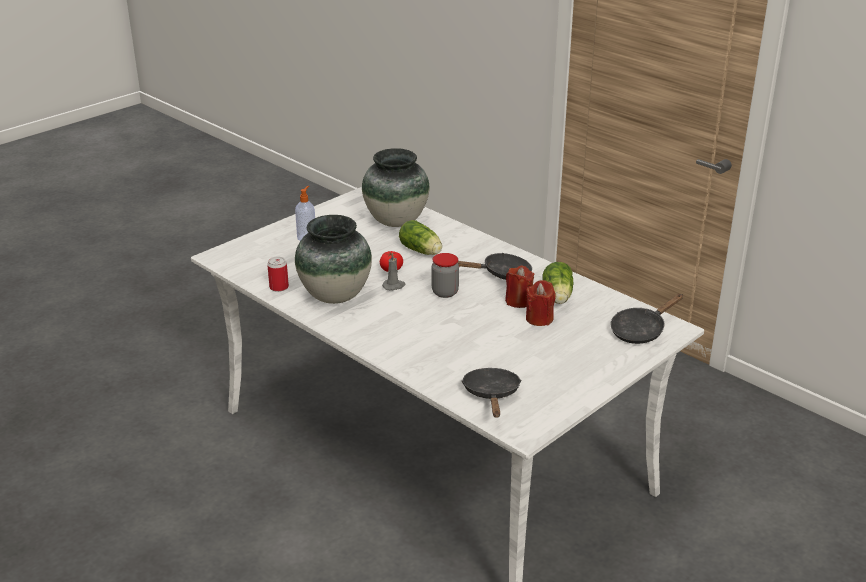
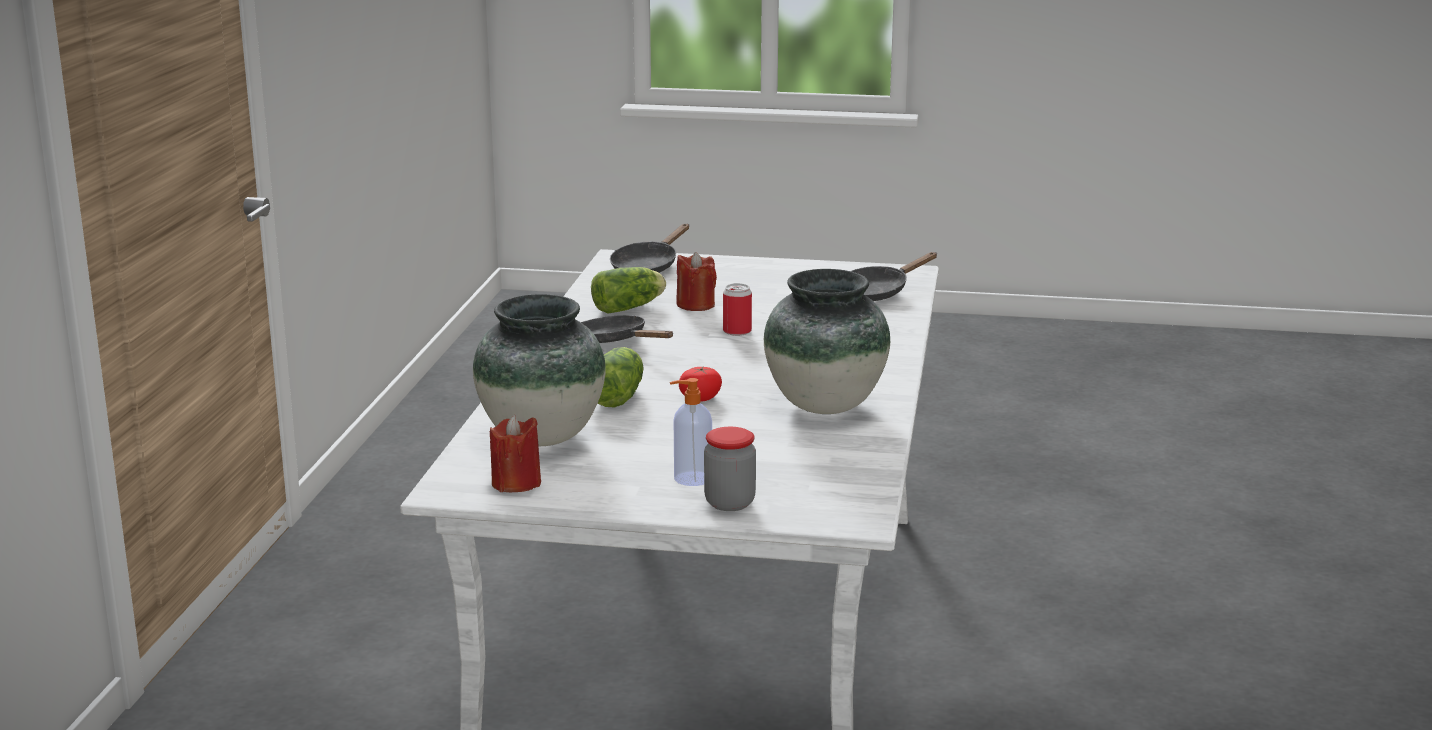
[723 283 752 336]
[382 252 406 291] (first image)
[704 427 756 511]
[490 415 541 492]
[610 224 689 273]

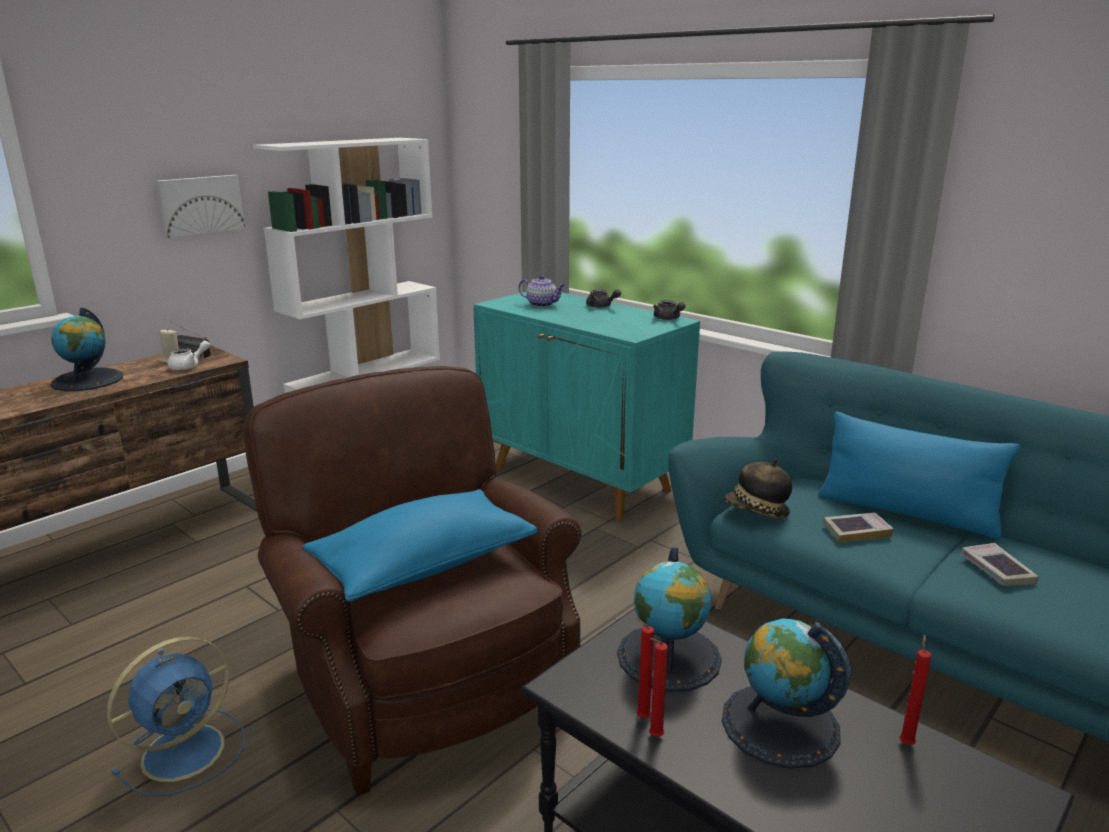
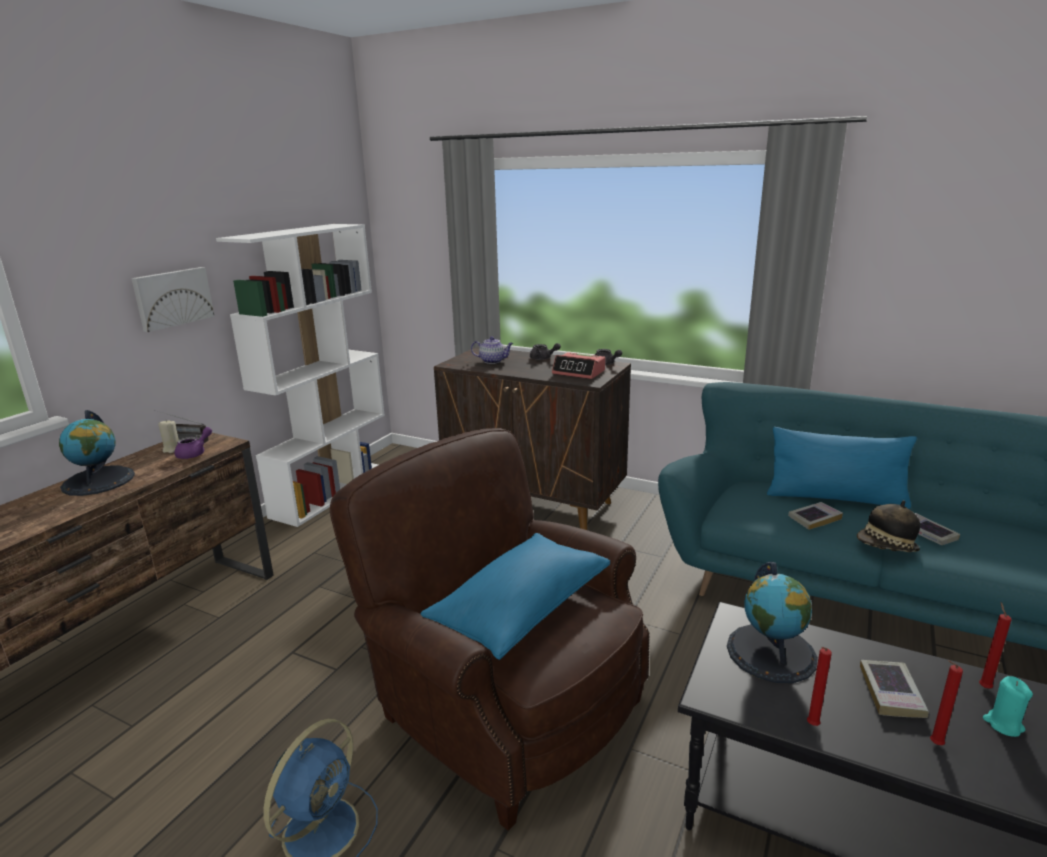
[175 427 212 459]
[434 346 631 530]
[930 660 963 745]
[860 660 929 718]
[857 500 920 552]
[552 352 606 379]
[983 676 1033 737]

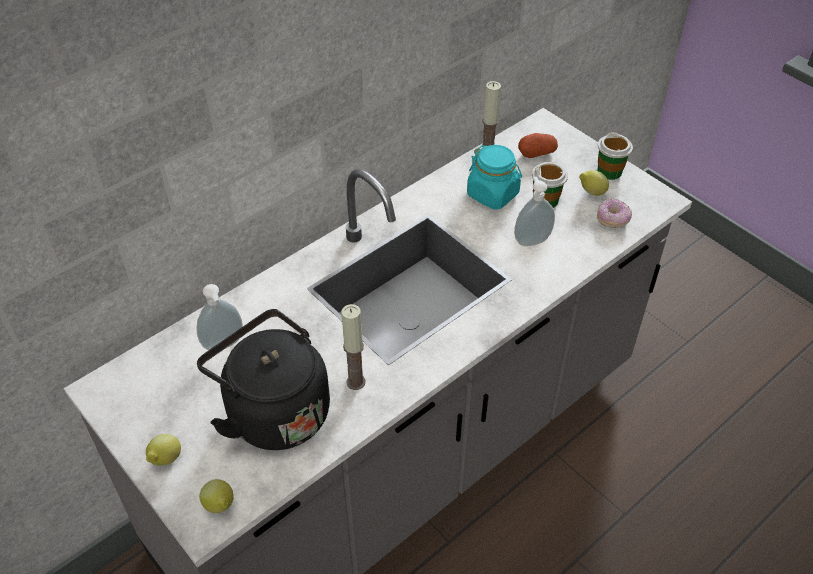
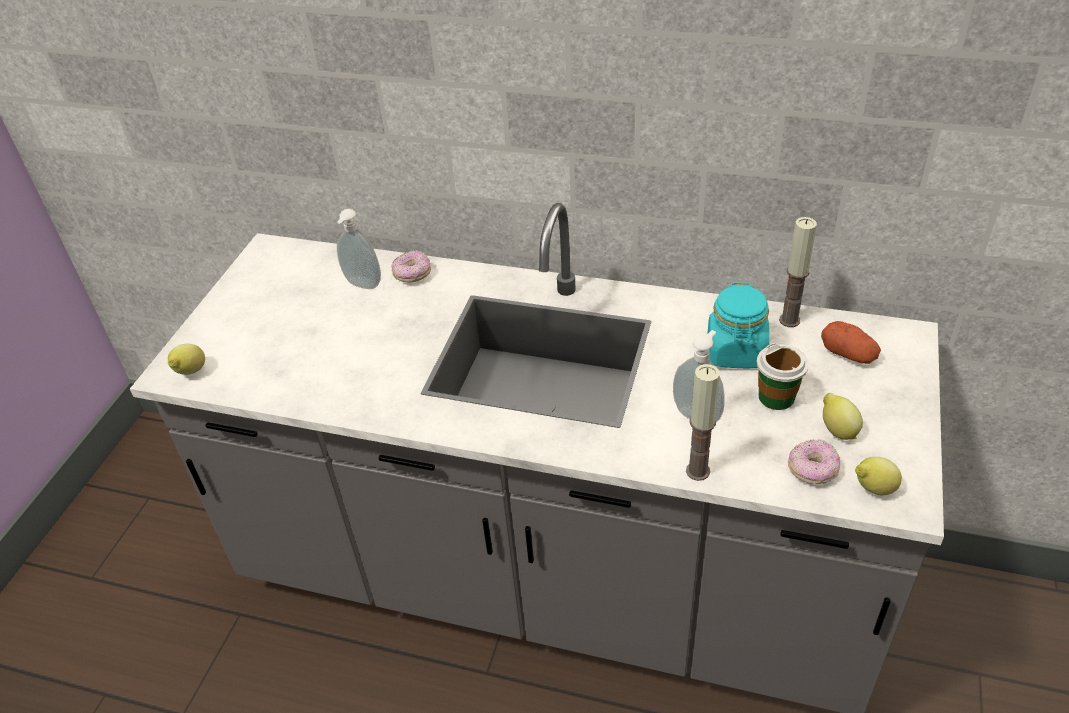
[855 457 902 496]
[197 309 330 450] (first image)
[686 364 720 481]
[598 132 633 180] (first image)
[391 250 431 283]

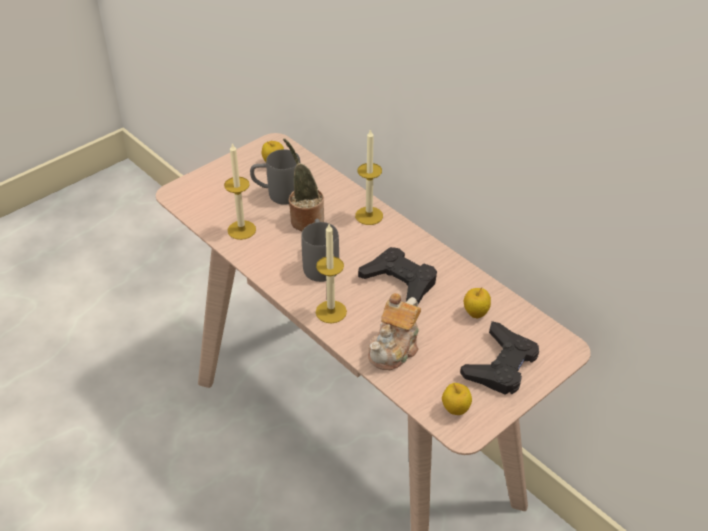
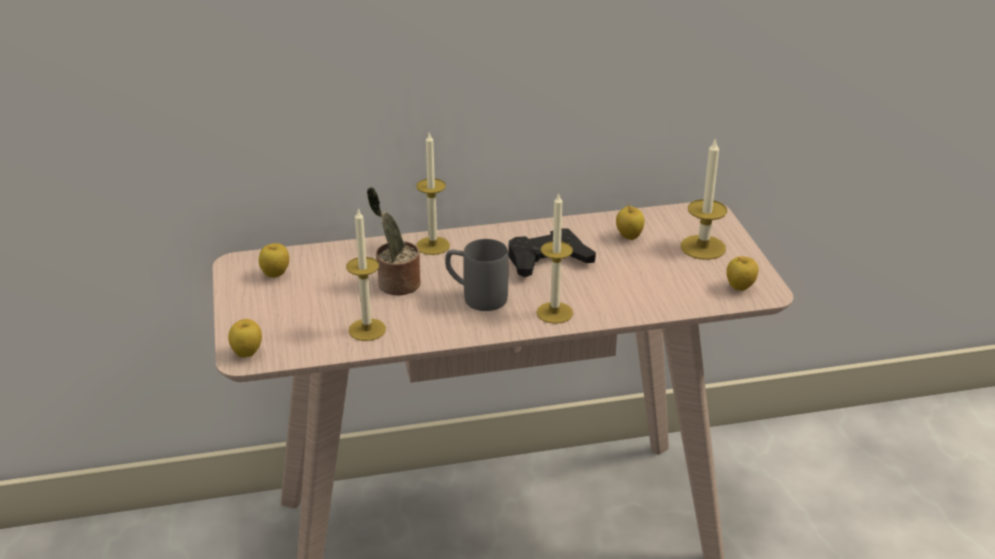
[250 149 300 205] (first image)
[368 293 421 370] (first image)
[681 138 727 260]
[228 319 262 357]

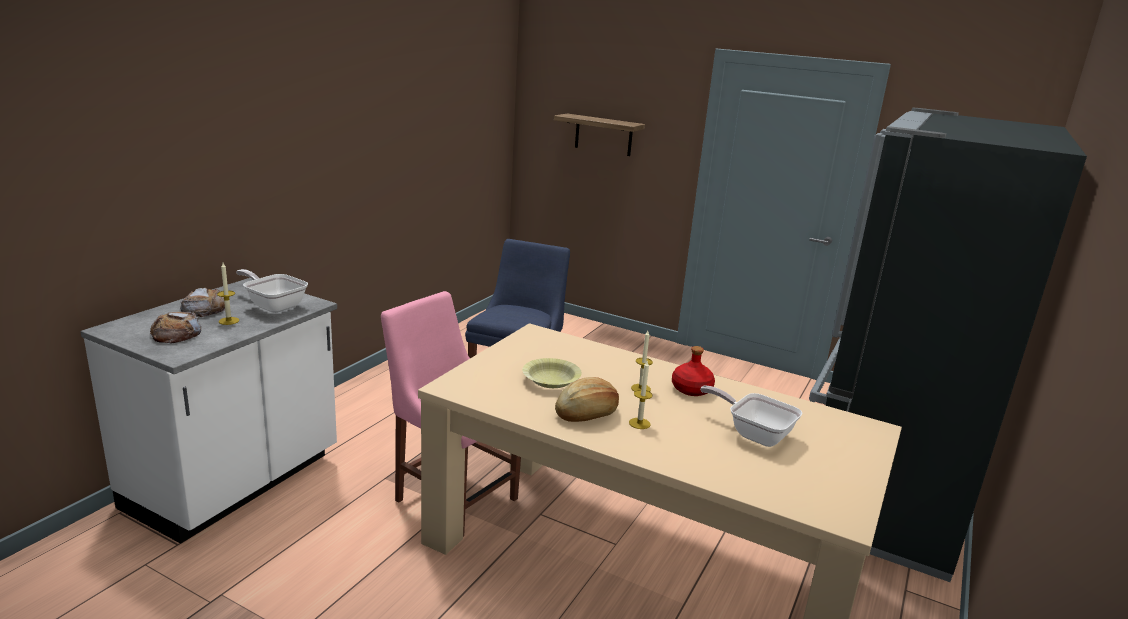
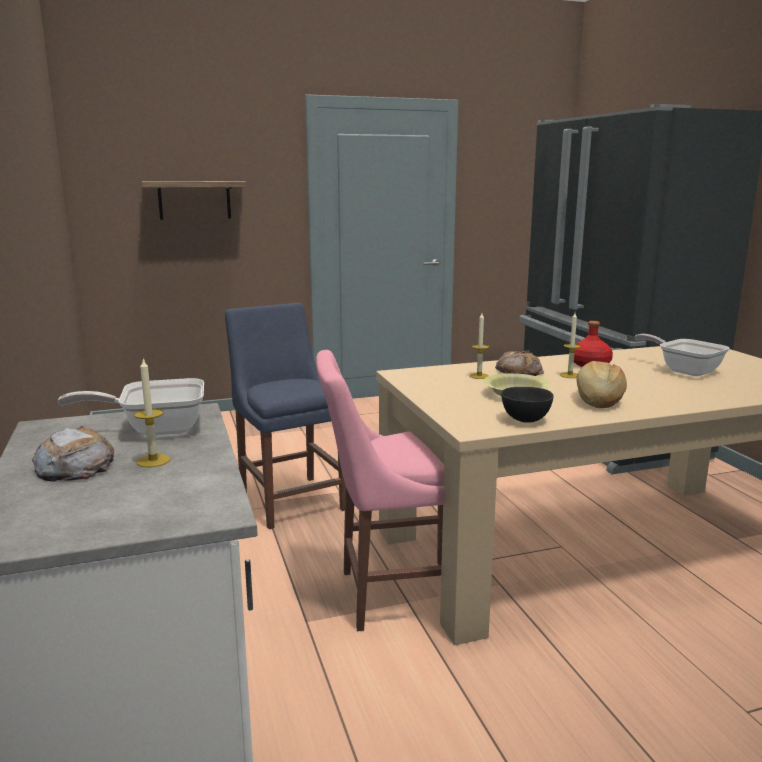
[495 351 544 376]
[469 313 489 379]
[635 334 730 376]
[501 387 554 423]

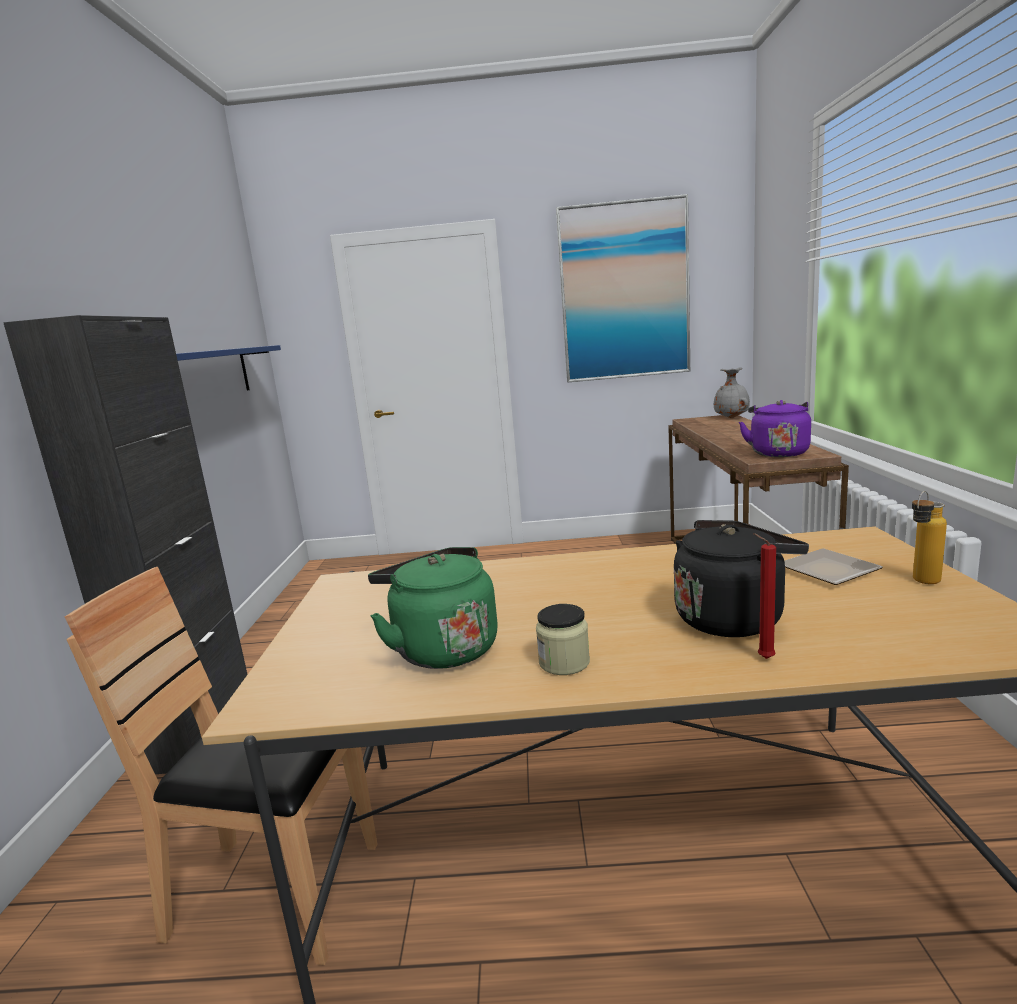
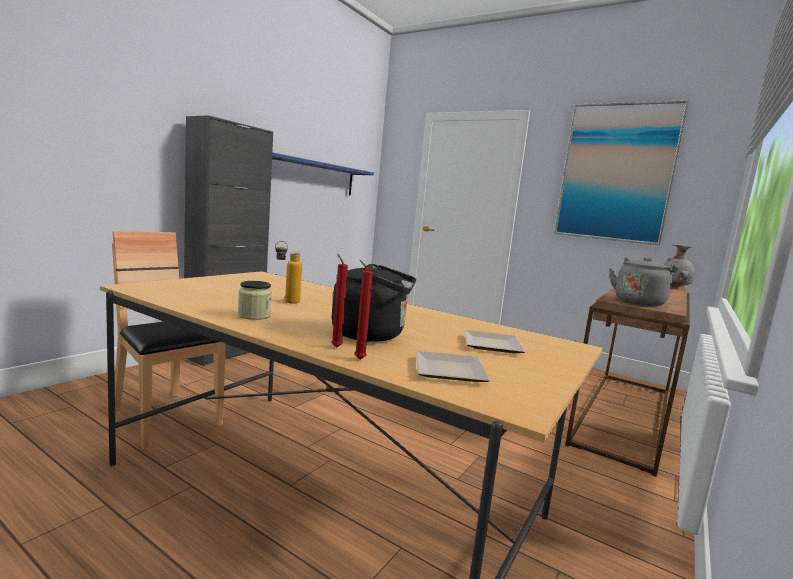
[368 547 498 669] (first image)
[609 257 678 306]
[275 241 302 304]
[354 260 373 359]
[416 351 490 382]

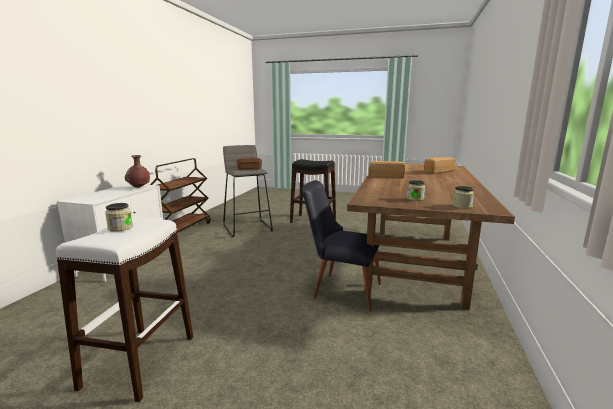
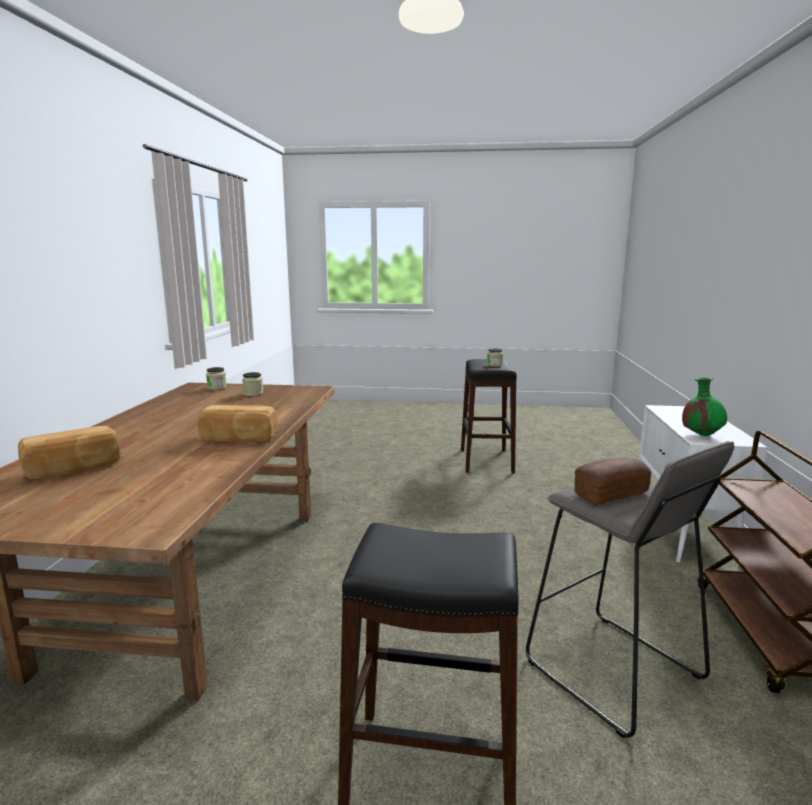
[461 359 517 473]
[682 377 727 436]
[302 180 381 311] (first image)

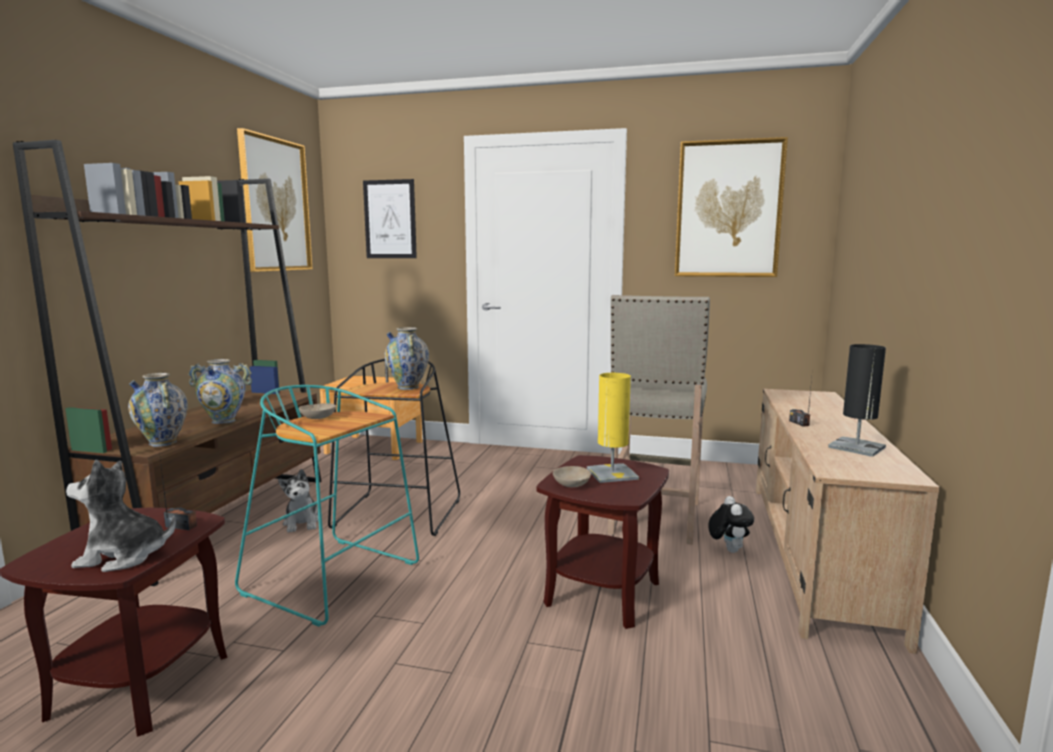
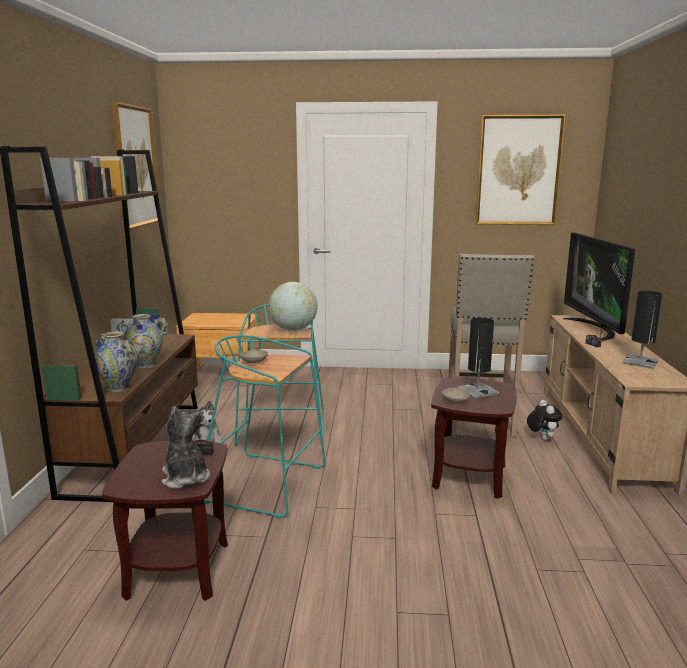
[162 406 210 489]
[235 304 324 446]
[363 179 417 258] (first image)
[269 282 318 331]
[457 318 499 399]
[563 232 635 341]

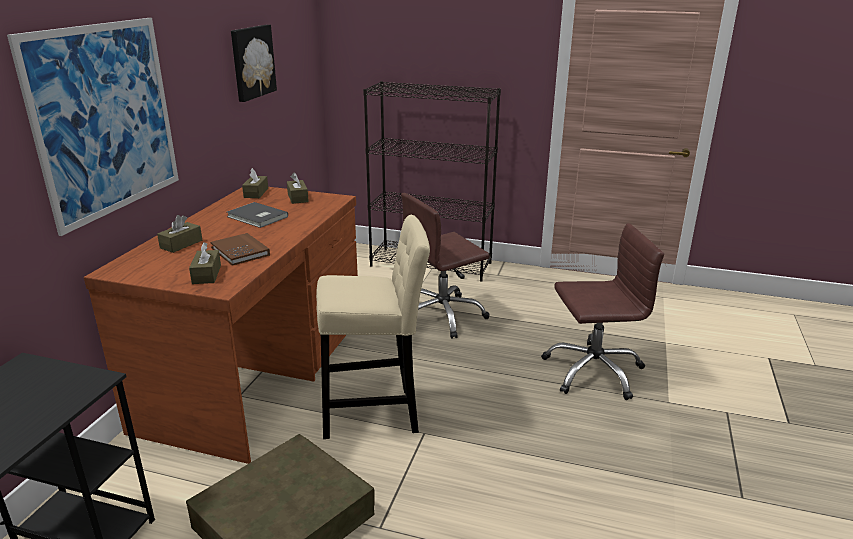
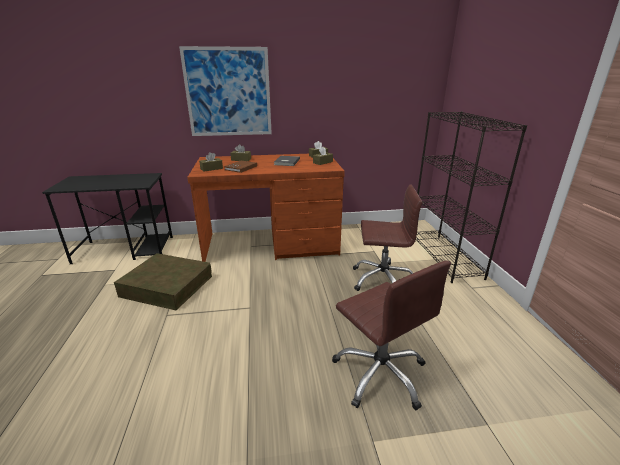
[231 25 277 102] (first image)
[316 215 430 439] (first image)
[353 184 422 291]

